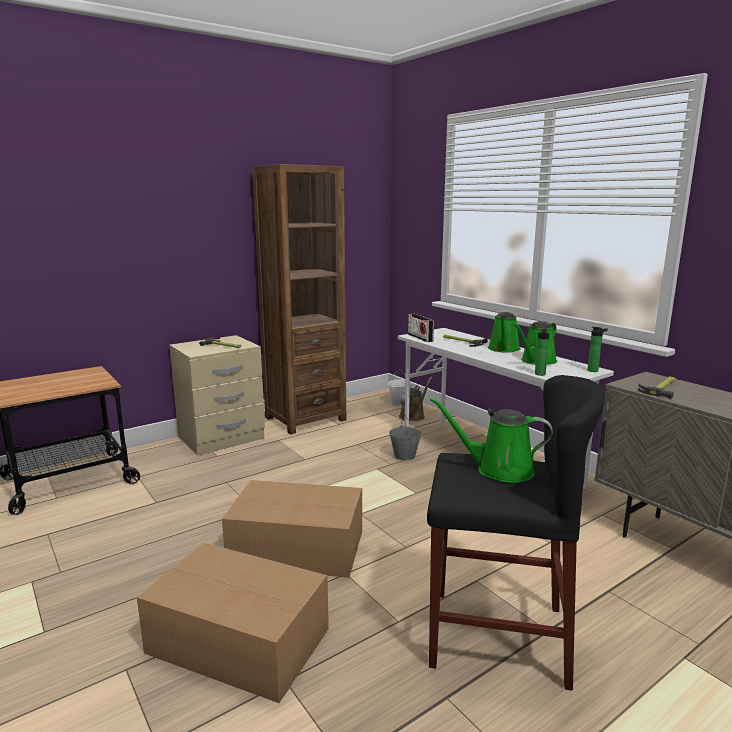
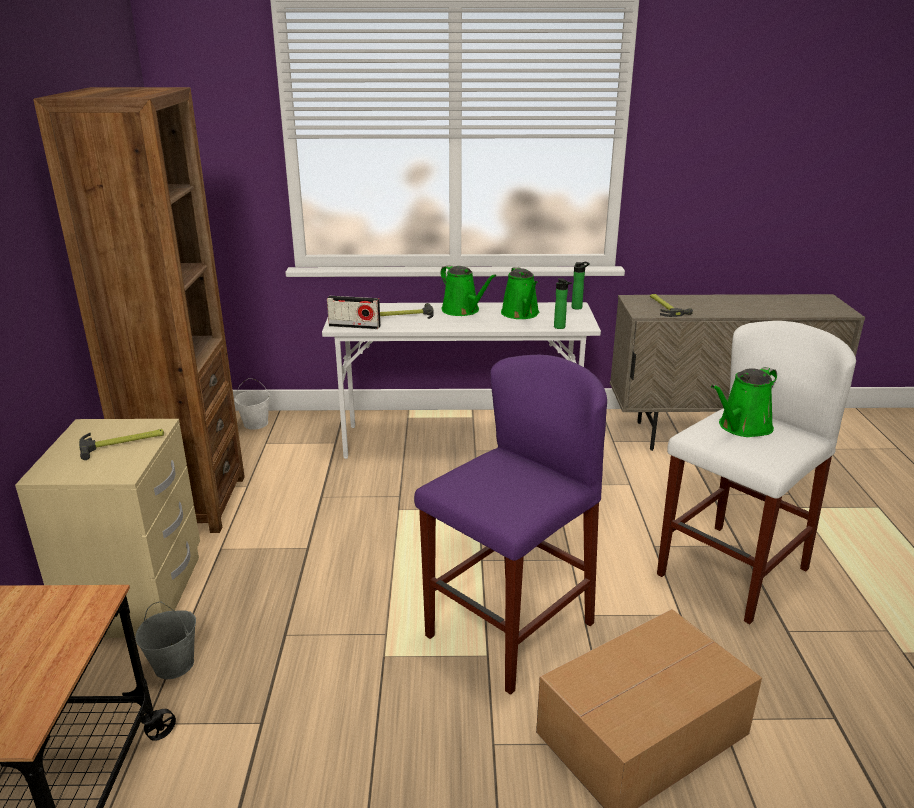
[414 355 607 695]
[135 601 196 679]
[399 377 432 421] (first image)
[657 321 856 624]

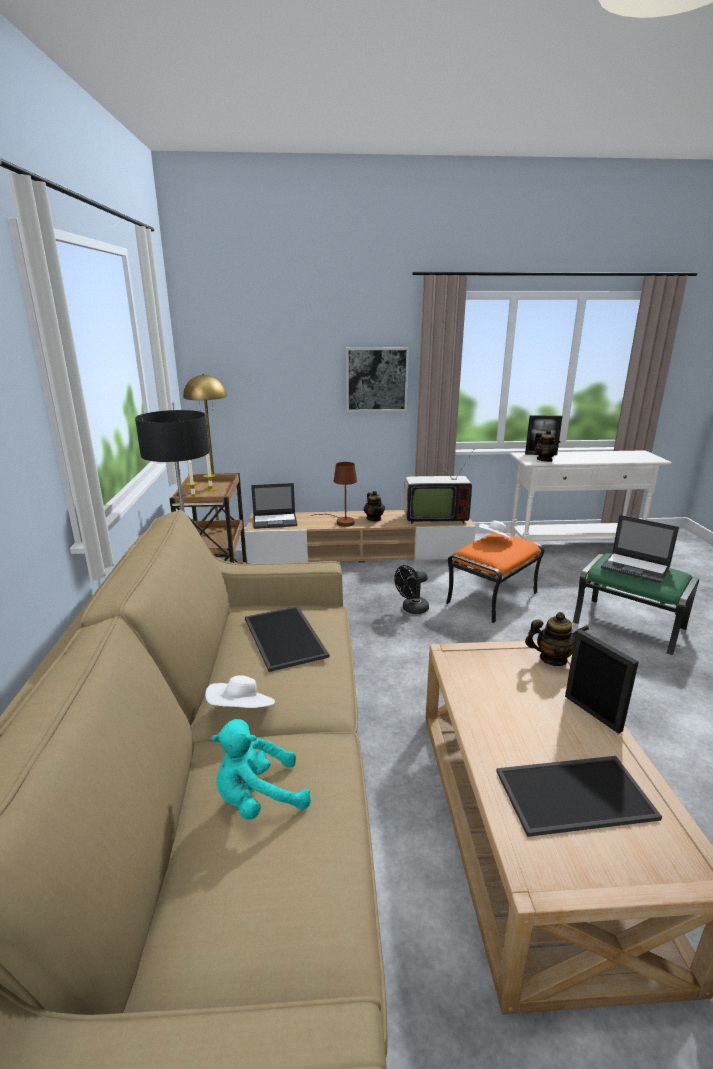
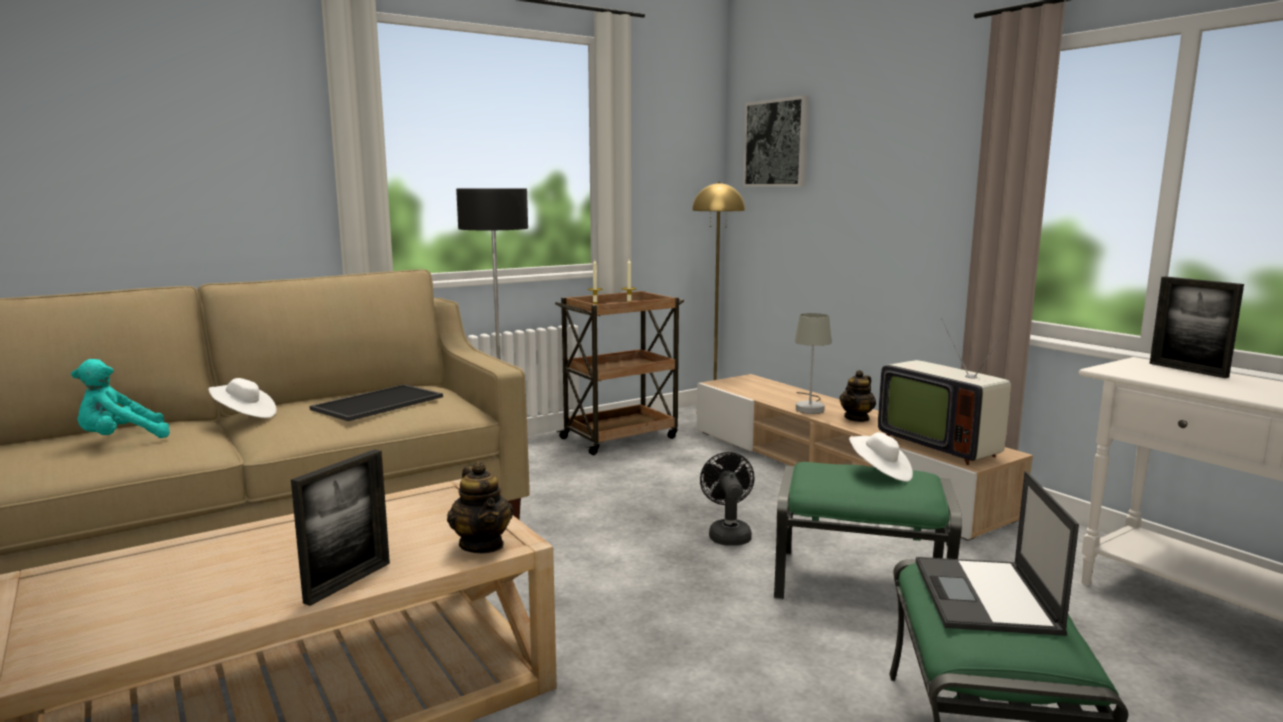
[71 359 170 438]
[251 483 297 529] (first image)
[795 313 832 414]
[743 95 809 187]
[700 452 755 546]
[774 462 962 600]
[496 756 662 837] (first image)
[534 429 560 462] (first image)

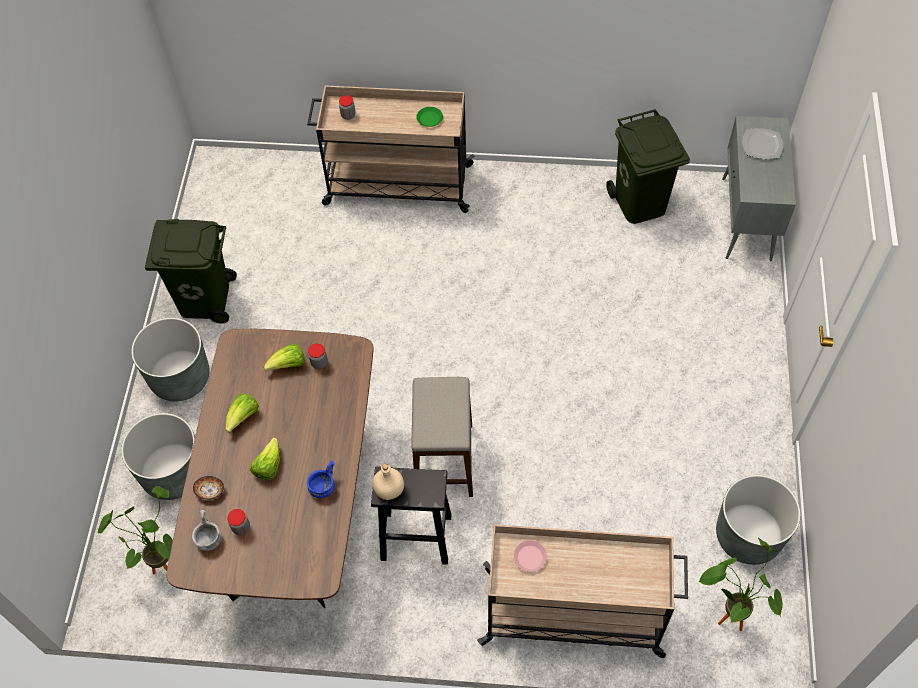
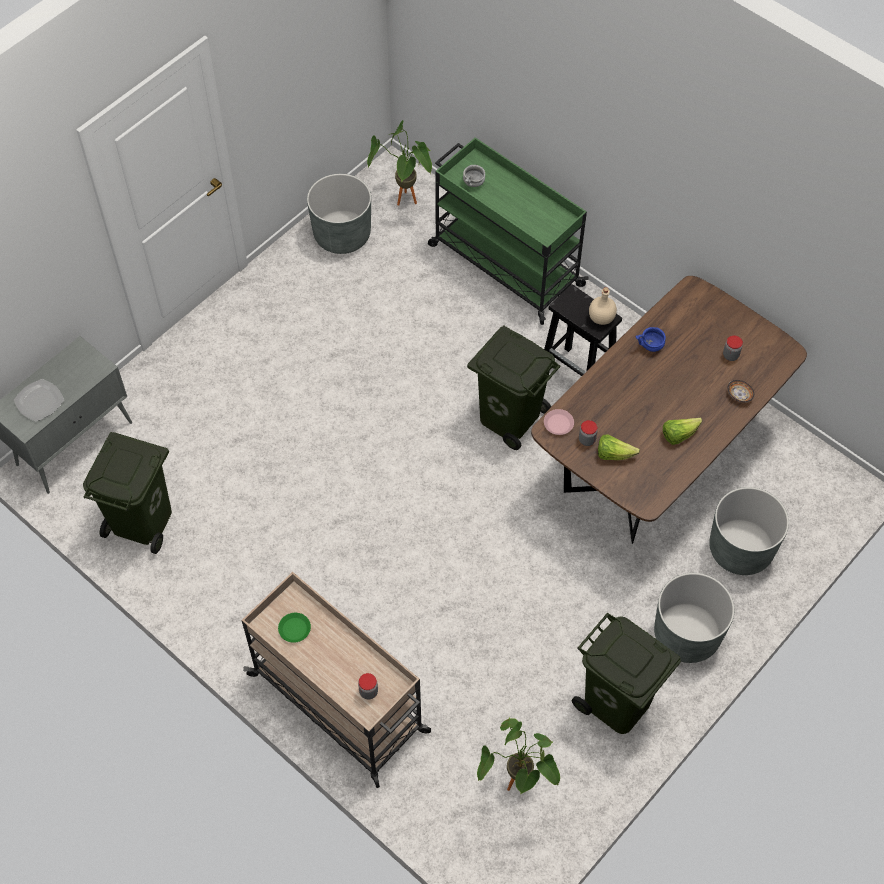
[477 718 560 795]
[463 165 485 187]
[250 437 280 480] (first image)
[467 325 560 450]
[428 138 588 325]
[544 409 574 435]

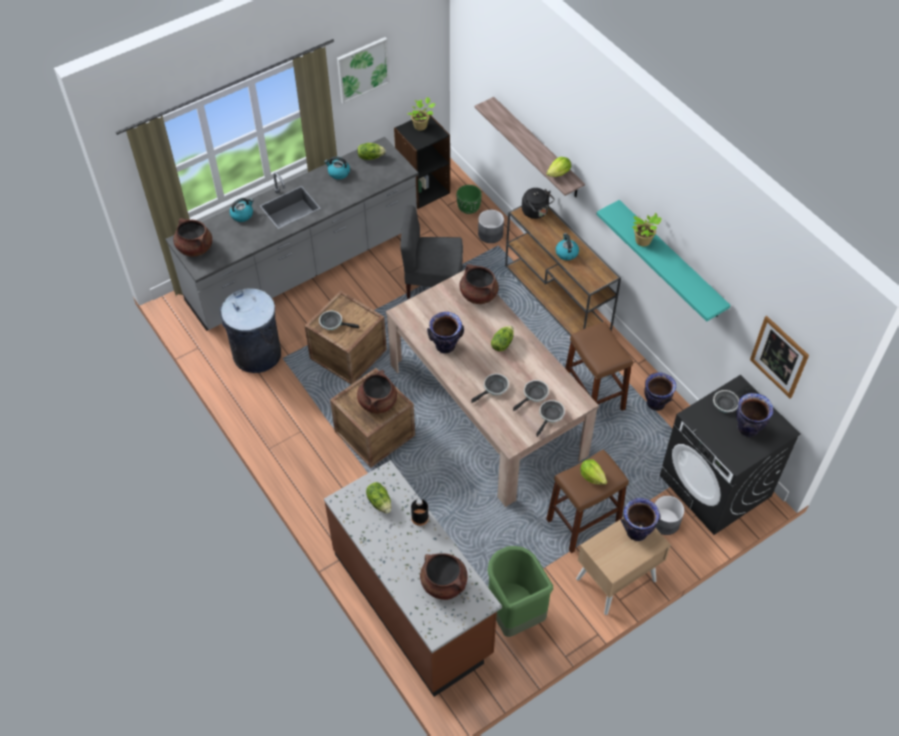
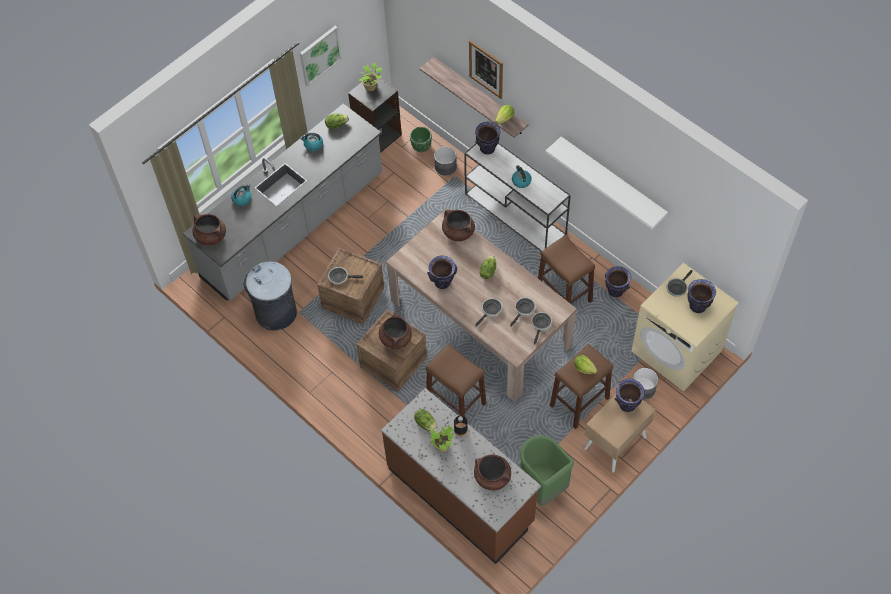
[400 205 463 298] (first image)
[464 143 571 252]
[475 122 500 154]
[545 137 668 229]
[430 425 454 452]
[632 263 739 391]
[469 40 503 99]
[426 344 486 417]

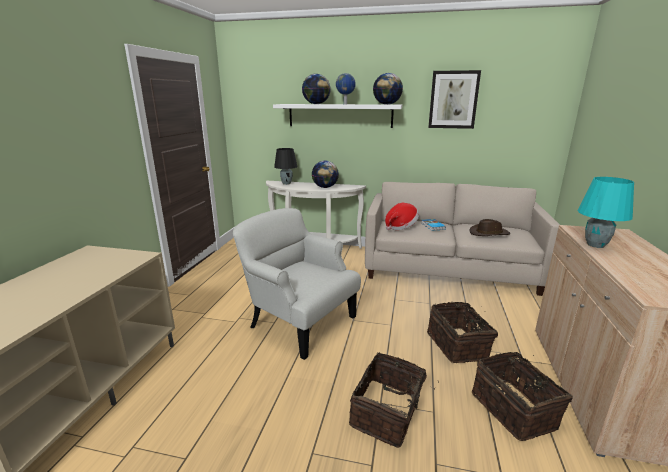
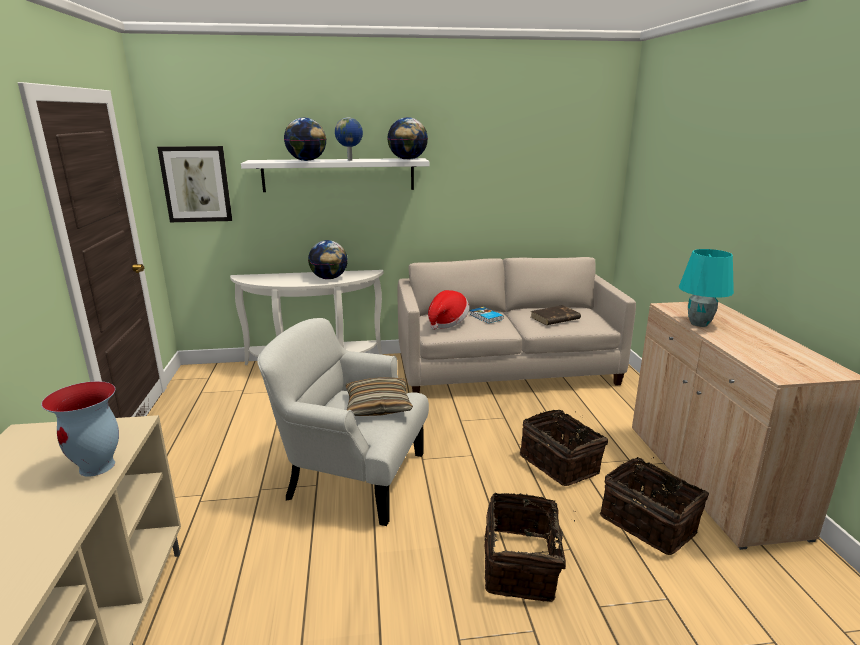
[274 148 298 185] (first image)
[157 146 232 222]
[531 305 581 325]
[41 381 119 477]
[345 377 413 416]

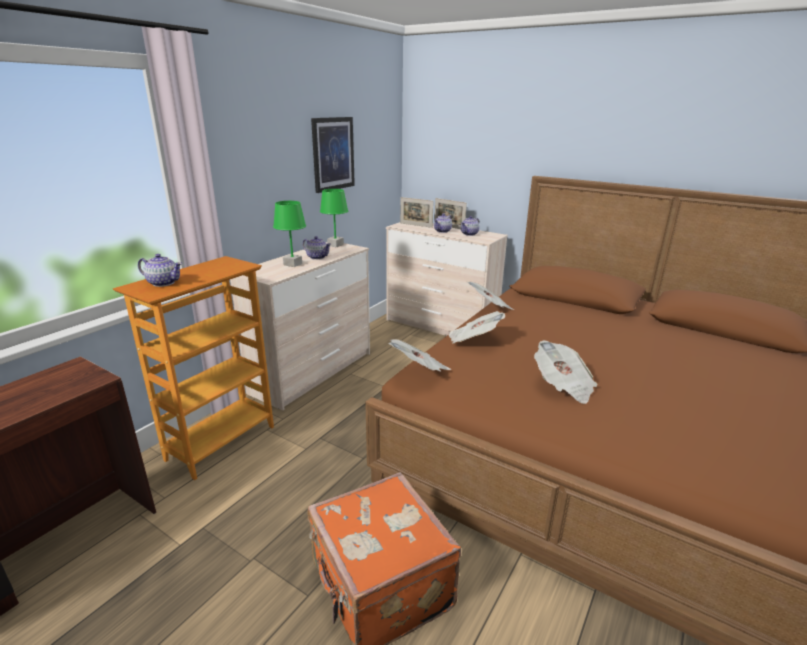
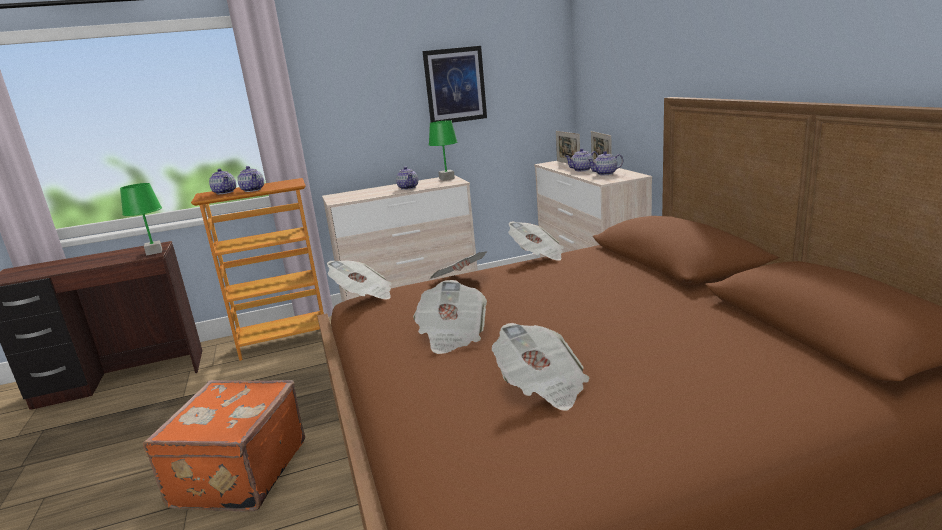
[120 183 162 256]
[237 166 264 192]
[492 323 590 410]

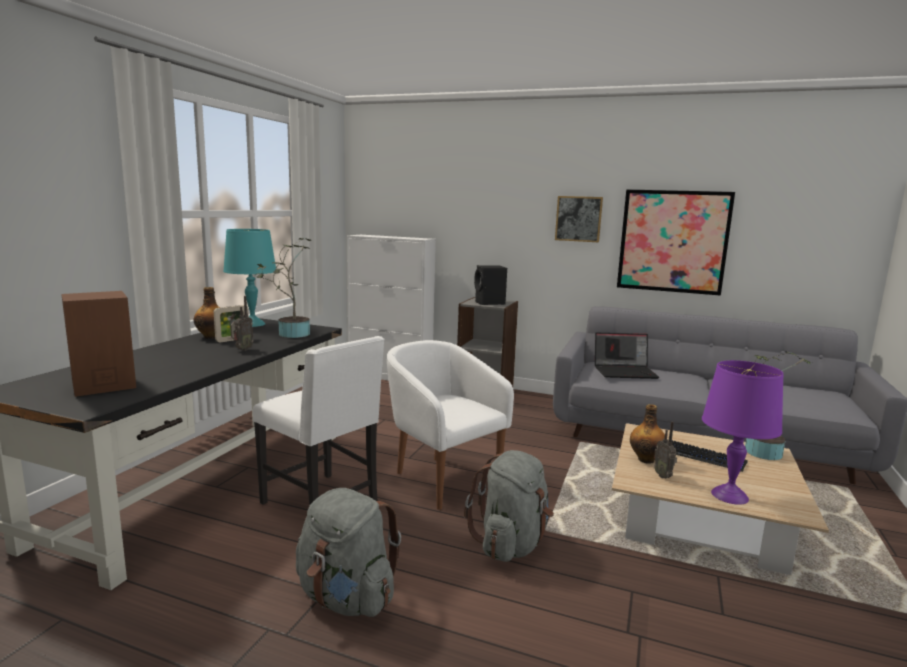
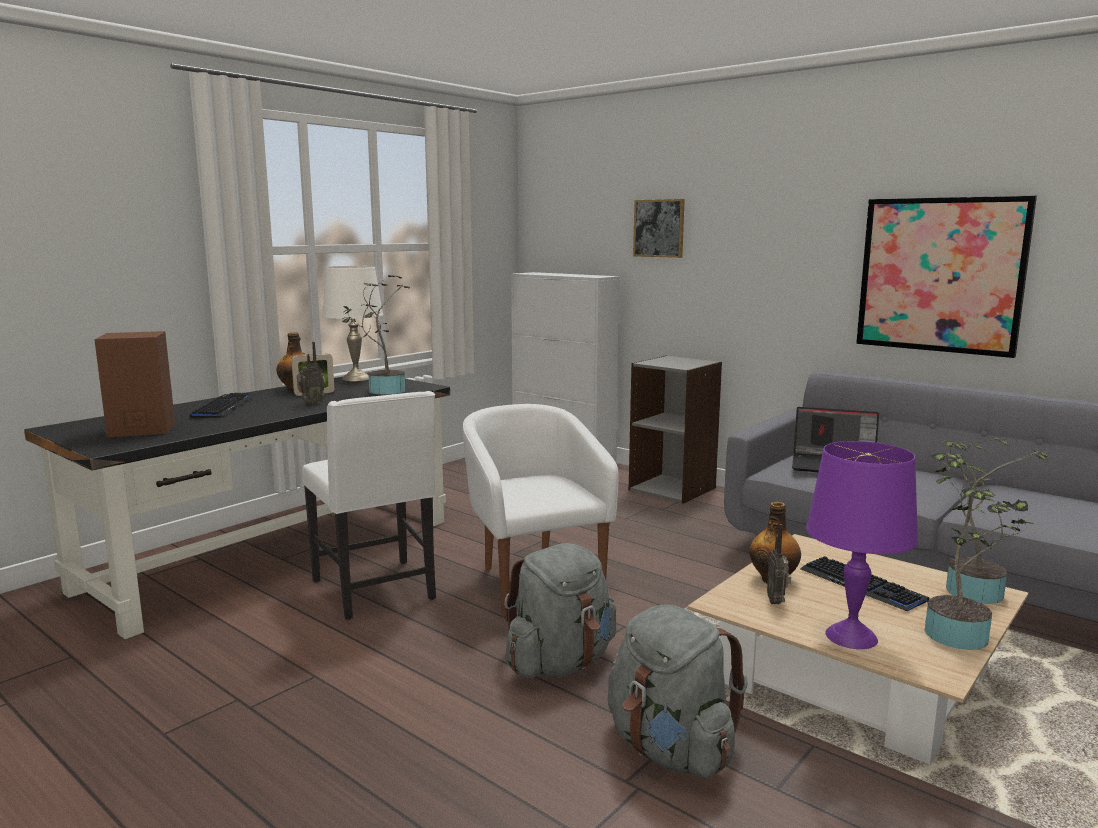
[322 266 383 381]
[608 605 748 778]
[474 265 507 305] (first image)
[633 199 685 258]
[190 393 253 418]
[925 453 1034 650]

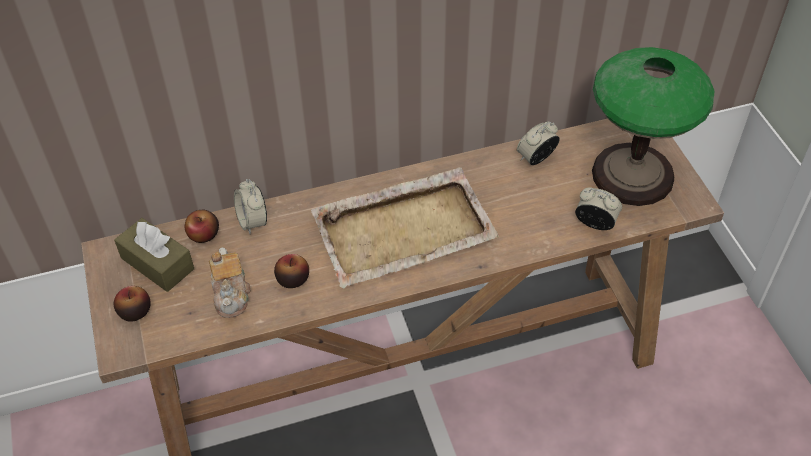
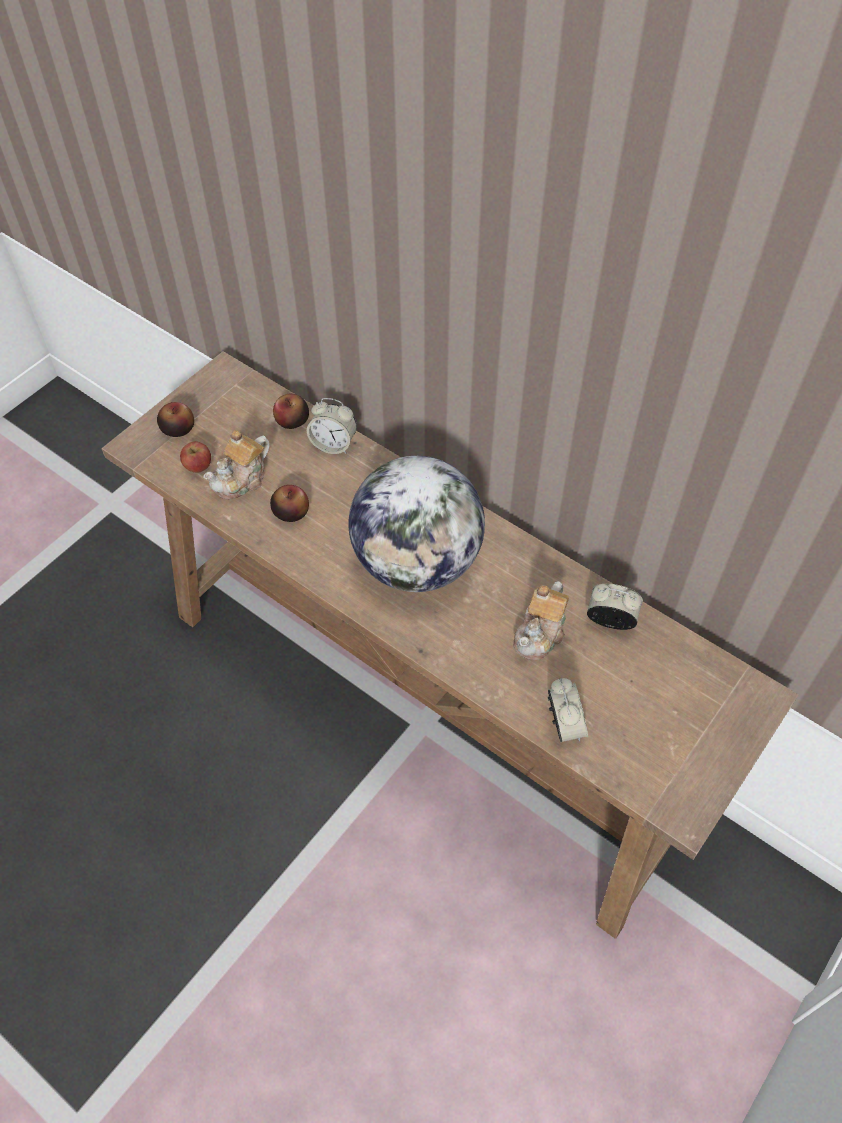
[114 218 194 292] (first image)
[307 398 357 454]
[349 456 485 592]
[592 47 715 206] (first image)
[180 441 211 473]
[513 581 569 660]

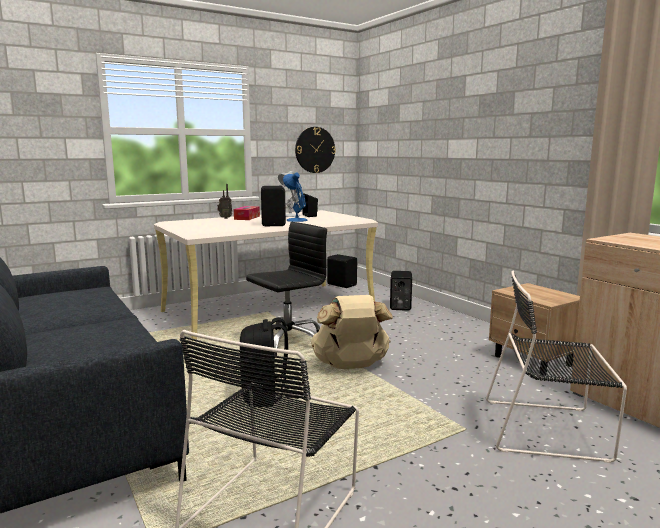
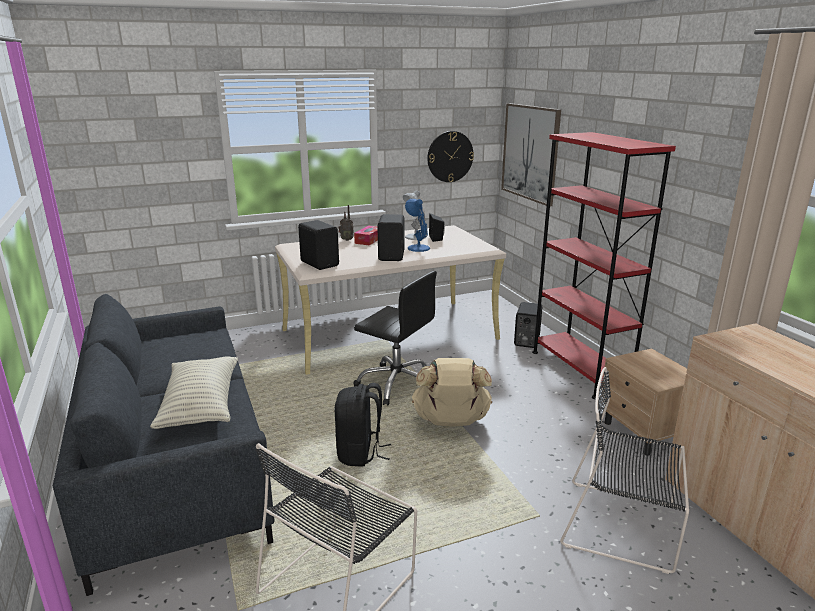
[354 271 437 406]
[298 220 339 270]
[150 356 238 429]
[501 103 561 206]
[532 132 676 399]

